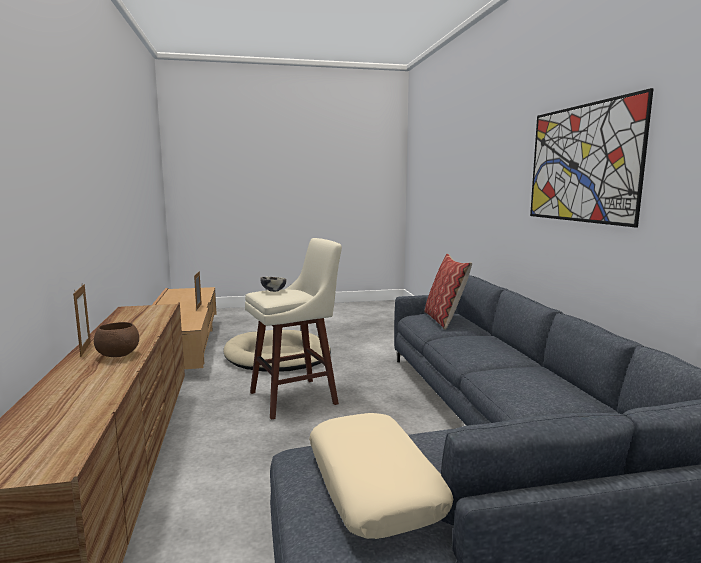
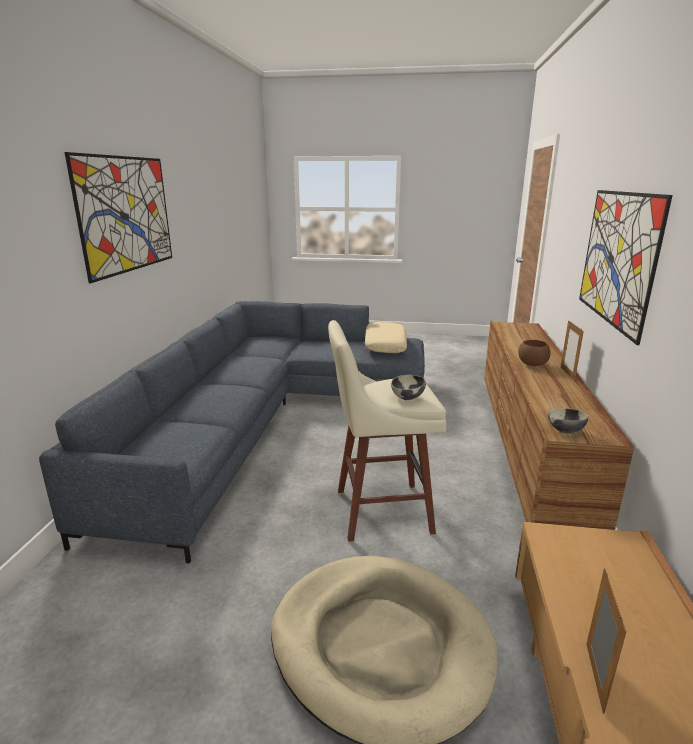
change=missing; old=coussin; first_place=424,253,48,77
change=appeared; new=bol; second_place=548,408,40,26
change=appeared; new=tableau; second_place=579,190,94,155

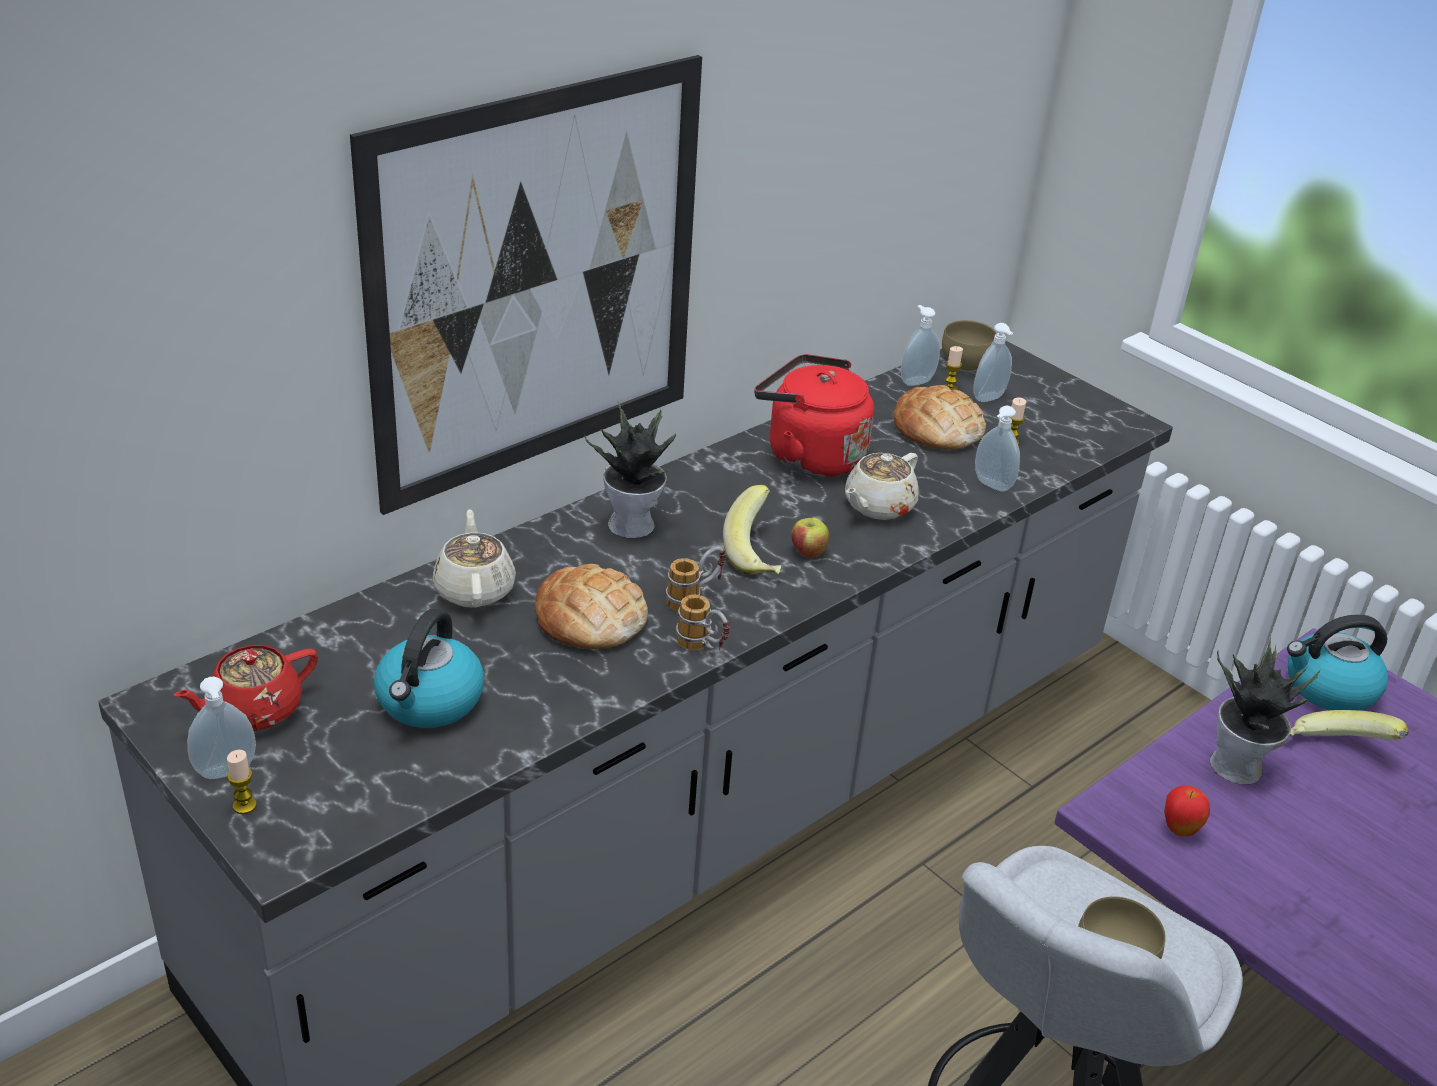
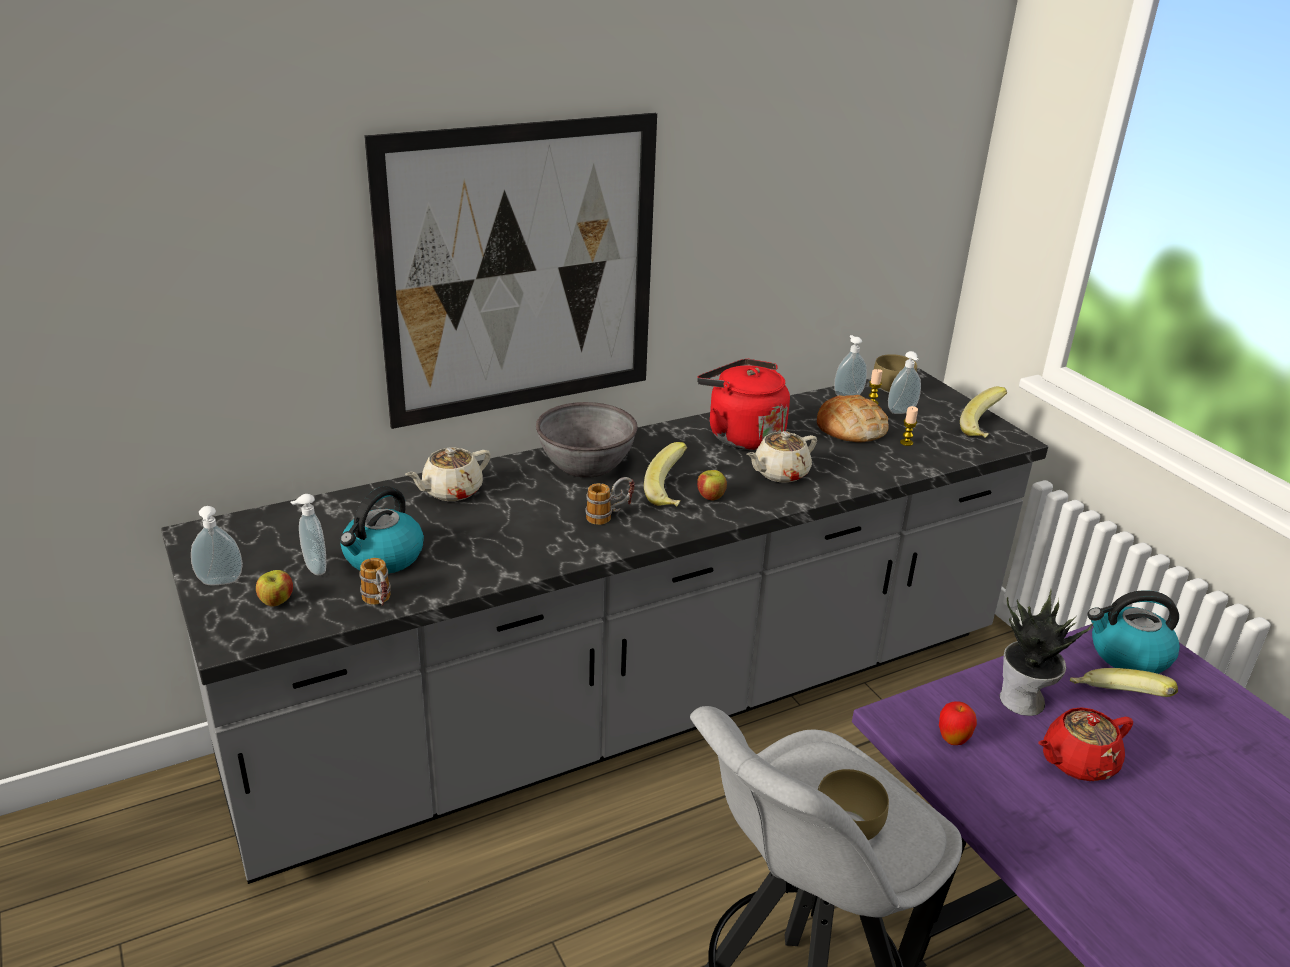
change=relocated; old=théière [rouge]; first_place=173,645,145,85; second_place=1038,707,95,74
change=missing; old=bougie; first_place=227,750,30,64
change=spun; old=théière [beige]; first_place=433,509,83,99; second_place=405,447,86,54; degrees=-135
change=missing; old=pain; first_place=535,564,113,85
change=exchanged; old=plante en pot; new=bol [gris]; first_place=584,401,92,137; second_place=536,402,101,76
change=relocated; old=mug; first_place=676,595,54,55; second_place=359,558,32,48
change=relocated; old=distributeur de savon; first_place=975,406,45,86; second_place=291,494,35,81
change=appeared; new=pomme; second_place=256,570,37,37
change=appeared; new=banane; second_place=960,387,47,51

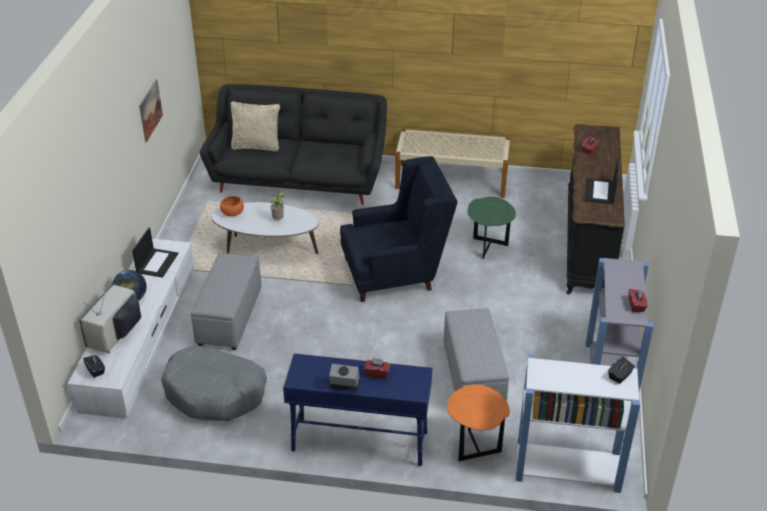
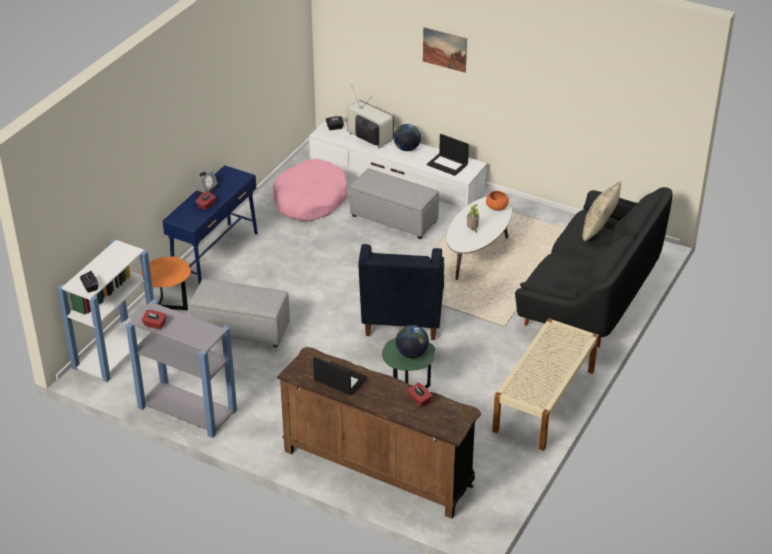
change=relocated; old=tableau; first_place=139,79,24,63; second_place=423,27,44,46
change=colour; old=panier pour chien [gris]; new=panier pour chien [rose]; first_place=161,346,106,75; second_place=273,159,75,62
change=appeared; new=globe; second_place=395,325,34,33

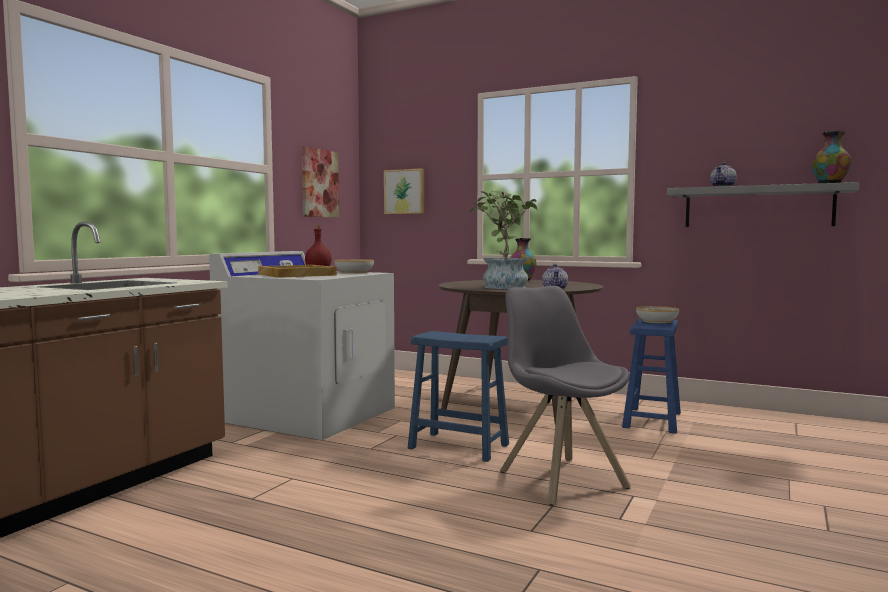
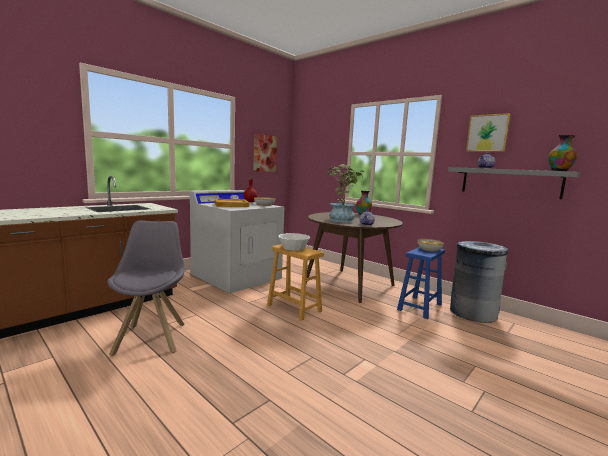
change=relocated; old=tableau; first_place=384,168,40,46; second_place=466,113,45,39
change=colour; old=tabouret [bleu]; new=tabouret [marron]; first_place=408,331,101,131; second_place=267,244,57,77
change=relocated; old=chaise [gris]; first_place=500,286,131,219; second_place=107,221,78,135
change=appeared; new=bol [blanc]; second_place=278,233,32,18
change=appeared; new=poubelle [gris]; second_place=450,241,58,82

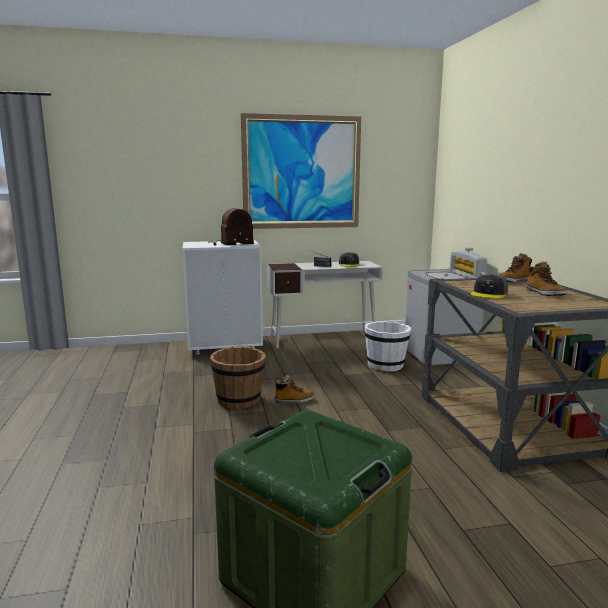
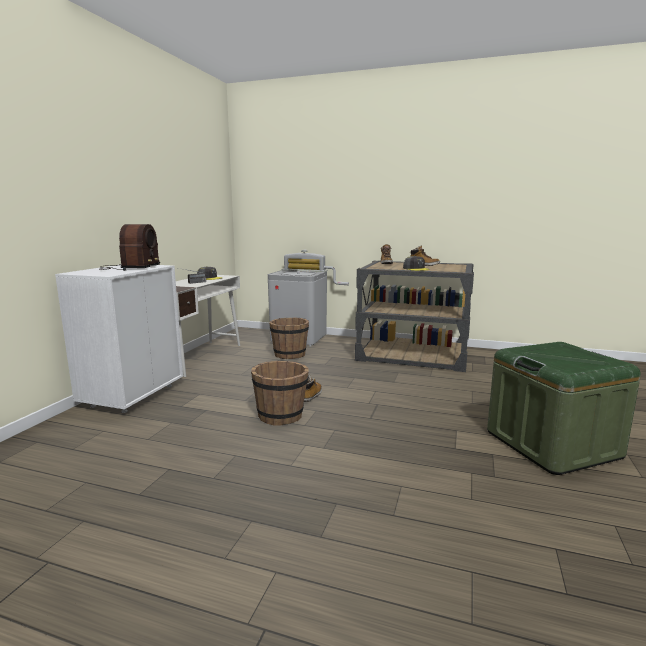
change=missing; old=tableau; first_place=241,113,120,116
change=colour; old=seau [blanc]; new=seau [marron]; first_place=365,321,46,50; second_place=269,317,40,42

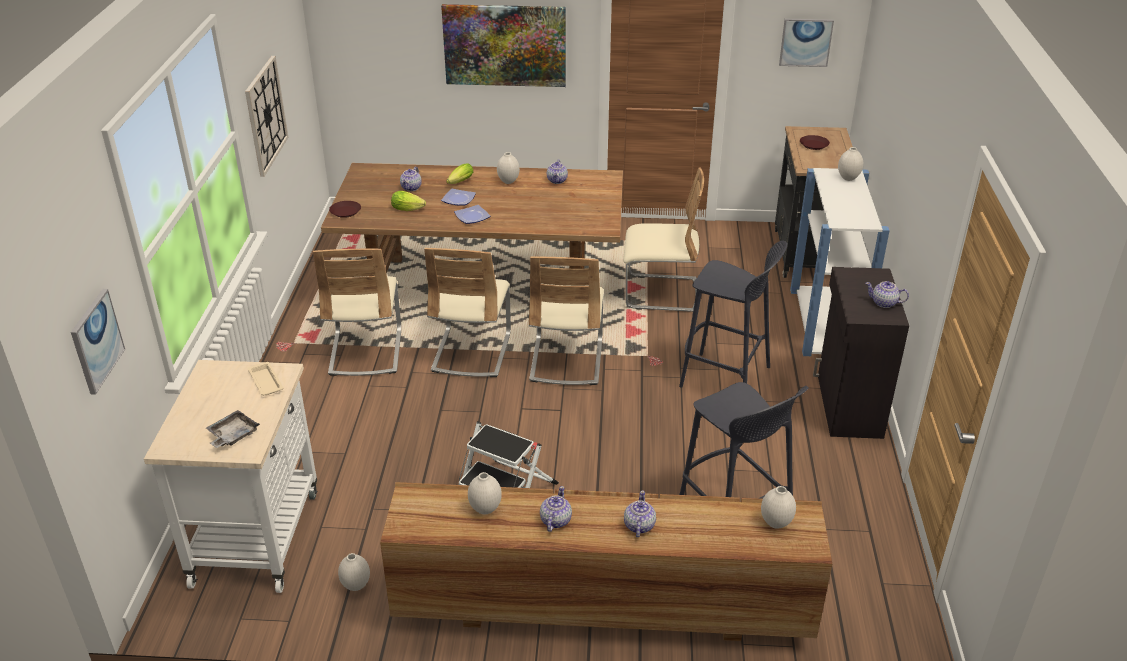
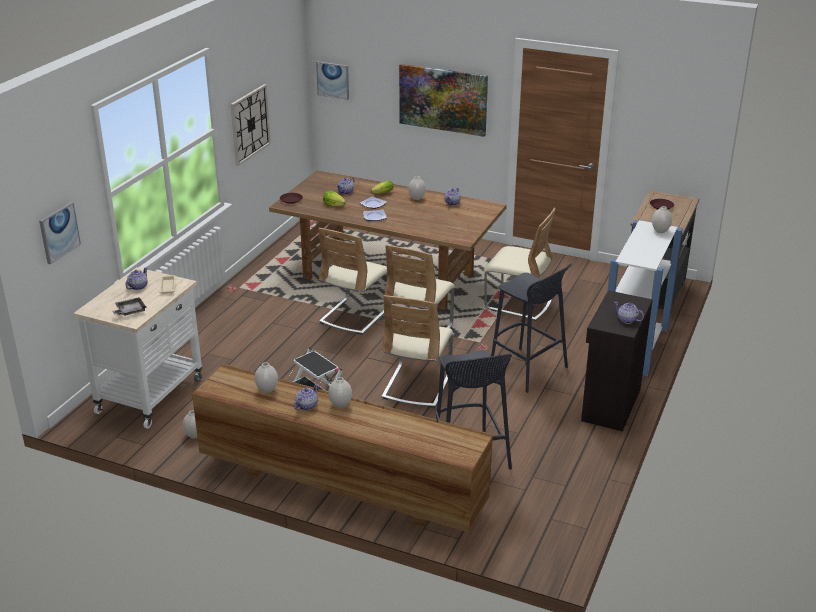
change=relocated; old=chaise [beige]; first_place=313,249,88,127; second_place=381,295,72,112
change=relocated; old=théière; first_place=624,491,32,46; second_place=126,267,22,23
change=relocated; old=vase [blanc]; first_place=761,486,35,43; second_place=328,377,24,31
change=relocated; old=tableau; first_place=779,19,55,48; second_place=316,61,33,39

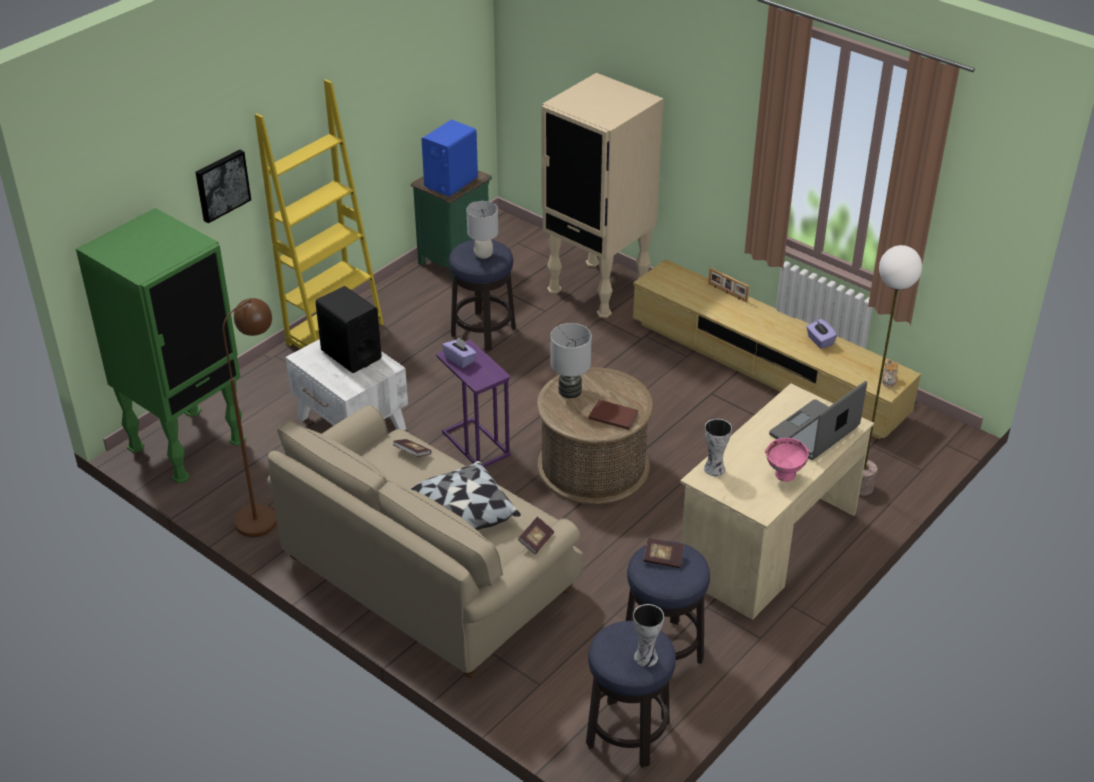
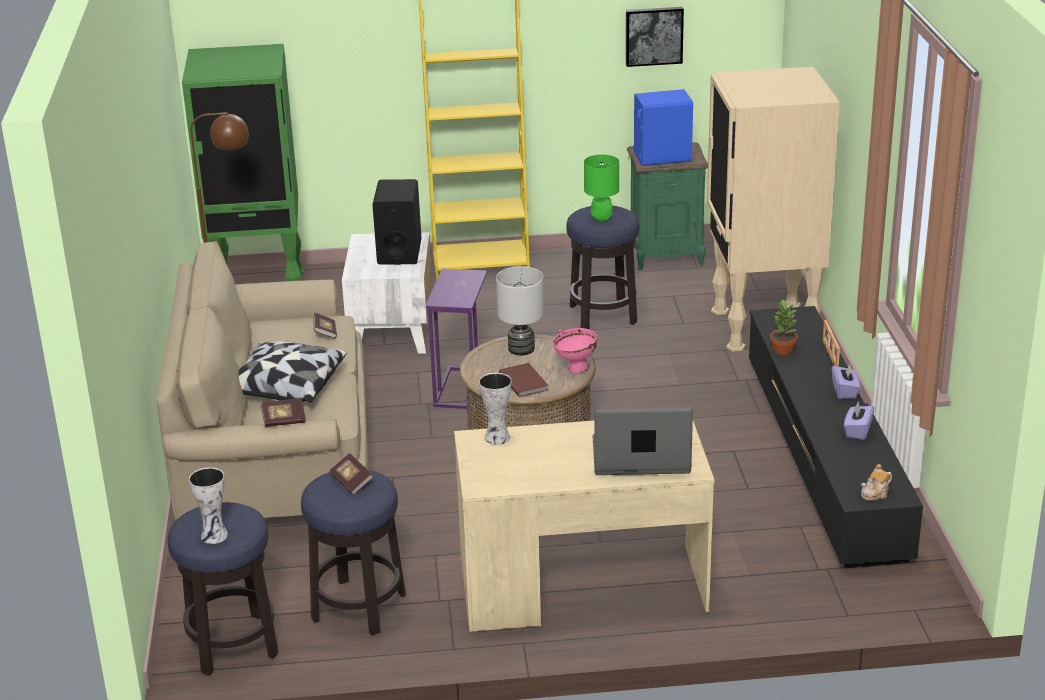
change=relocated; old=tableau; first_place=196,149,55,74; second_place=626,7,58,60
change=relocated; old=boîte à mouchoirs [violet]; first_place=442,337,35,31; second_place=832,364,29,35
change=colour; old=lampe de table [gris]; new=lampe de table [vert]; first_place=466,201,32,58; second_place=584,155,35,66
change=colour; old=meuble télé [beige]; new=meuble télé [noir]; first_place=633,259,288,180; second_place=749,306,174,262
change=relocated; old=bol [rose]; first_place=765,438,45,44; second_place=553,328,44,46
change=missing; old=lampadaire; first_place=859,245,63,251
change=appeared; new=plante en pot; second_place=770,299,28,56

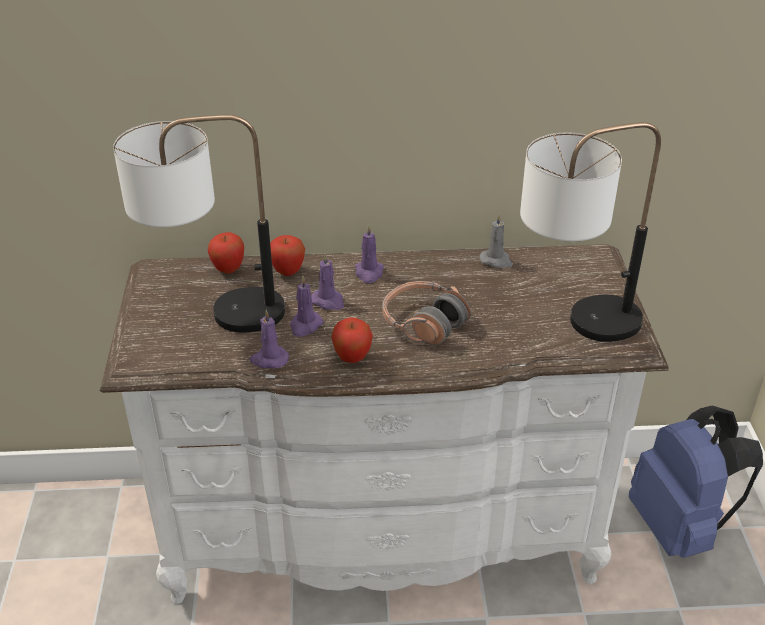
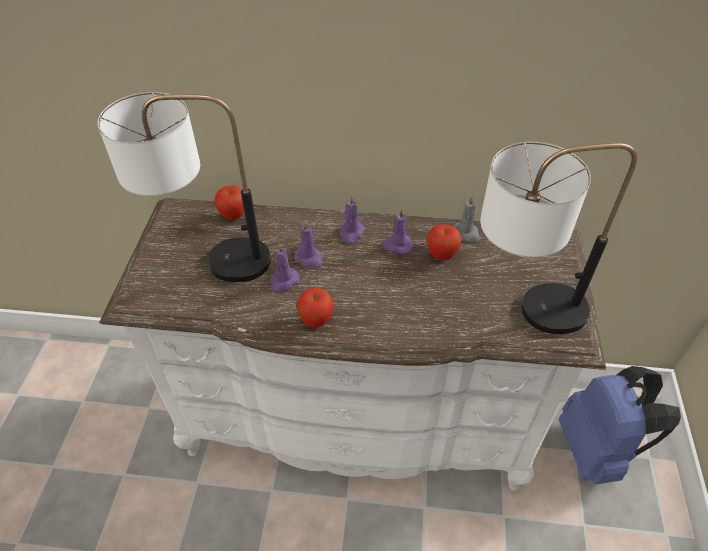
change=relocated; old=bougie [violet]; first_place=250,310,39,58; second_place=382,208,31,46
change=relocated; old=pomme; first_place=270,235,35,41; second_place=427,225,35,36
change=missing; old=casque audio; first_place=382,281,89,64

